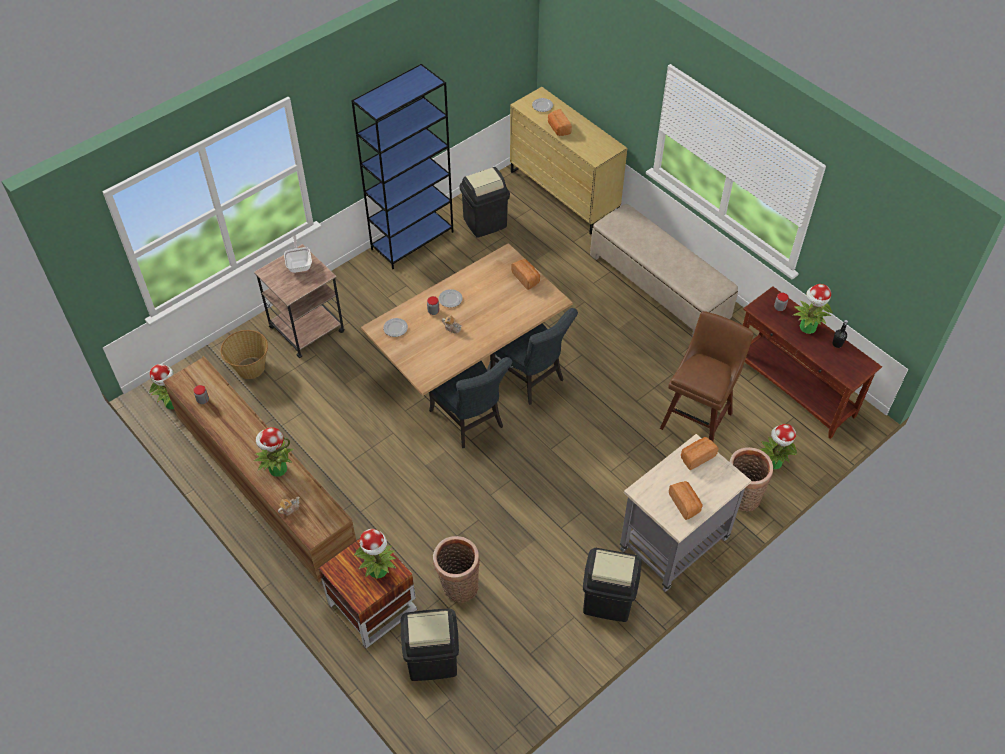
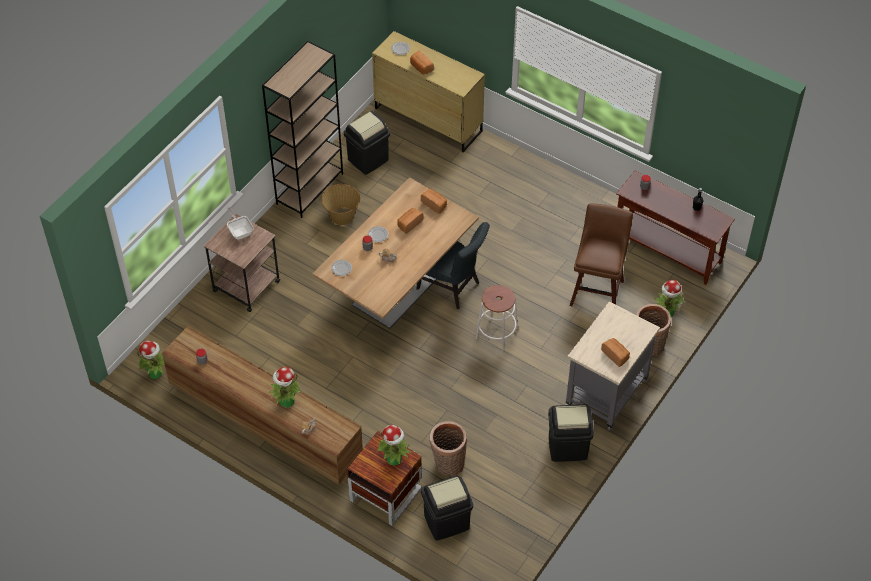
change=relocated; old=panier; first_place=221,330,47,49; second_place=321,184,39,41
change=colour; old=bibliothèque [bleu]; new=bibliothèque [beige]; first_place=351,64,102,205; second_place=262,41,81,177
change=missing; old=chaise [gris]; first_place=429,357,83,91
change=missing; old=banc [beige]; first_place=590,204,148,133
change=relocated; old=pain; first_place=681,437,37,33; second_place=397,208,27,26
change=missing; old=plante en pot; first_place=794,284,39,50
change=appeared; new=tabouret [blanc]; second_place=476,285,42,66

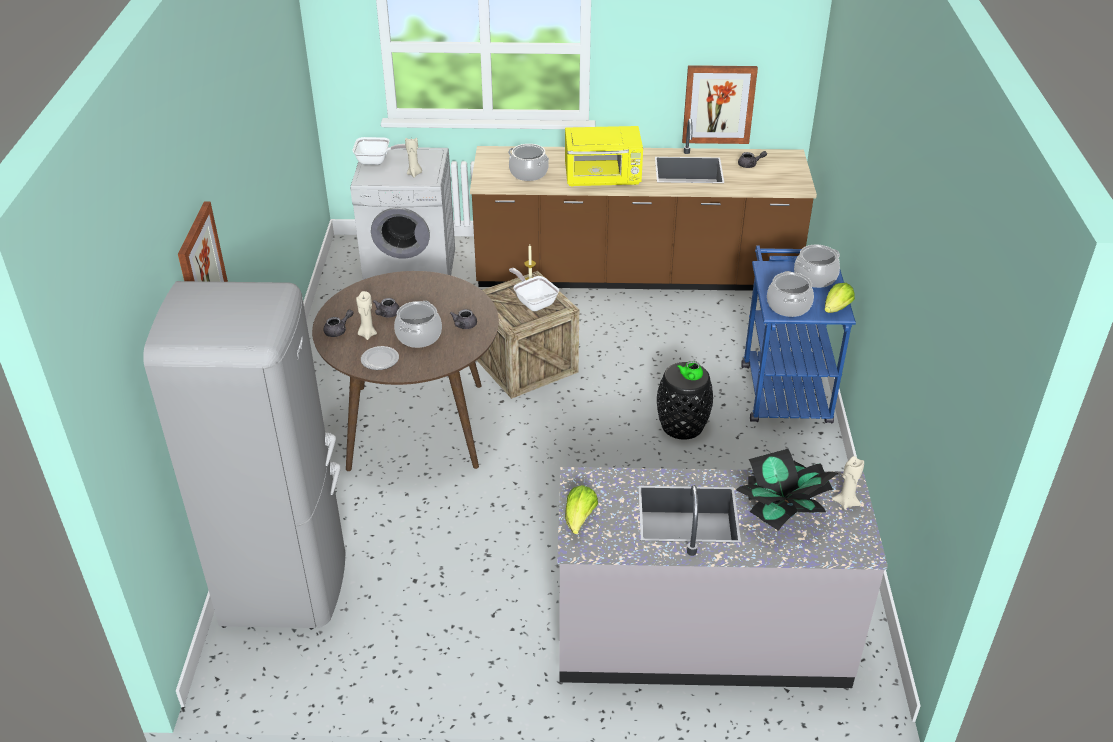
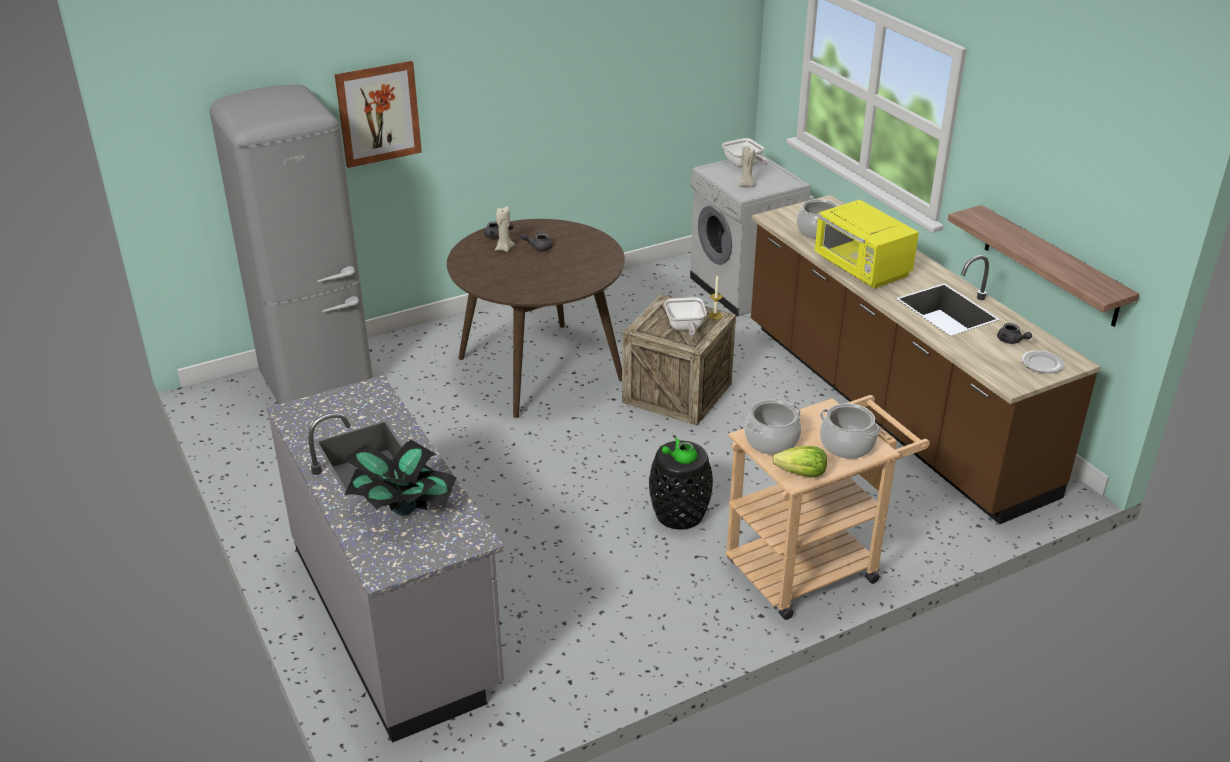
change=relocated; old=assiette; first_place=361,346,38,24; second_place=1022,350,42,23
change=missing; old=marmite; first_place=394,301,48,47
change=missing; old=théière [gris]; first_place=450,309,27,20
change=spun; old=poêle; first_place=509,268,50,43; second_place=664,297,43,39; degrees=150
change=missing; old=laitue; first_place=565,485,33,49
change=exchanged; old=tableau; new=étagère; first_place=682,65,76,79; second_place=948,205,191,122
change=colour; old=chariot [bleu]; new=chariot [beige]; first_place=741,245,115,178; second_place=725,395,205,225
change=missing; old=bougie [beige]; first_place=832,456,32,53

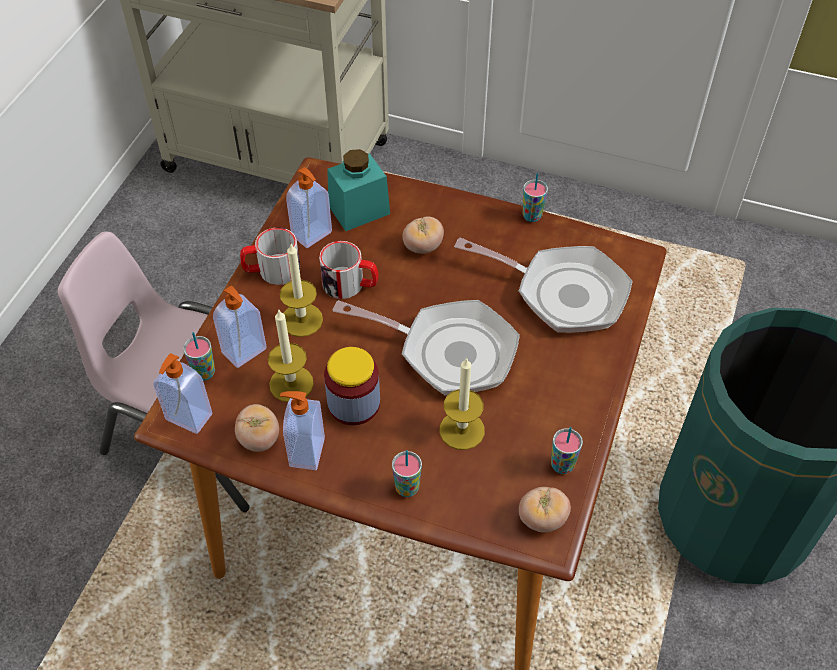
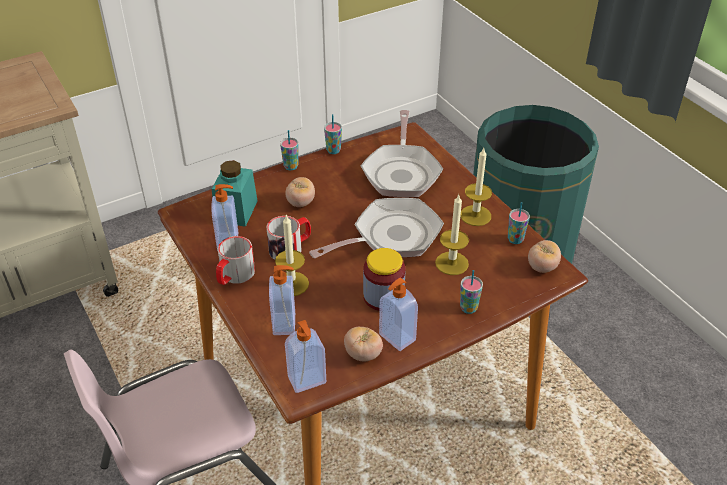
change=relocated; old=tasse; first_place=183,332,32,49; second_place=280,130,19,40
change=relocated; old=bougie; first_place=268,310,46,92; second_place=460,148,32,78
change=spun; old=poêle; first_place=454,237,179,96; second_place=361,110,82,87; degrees=120

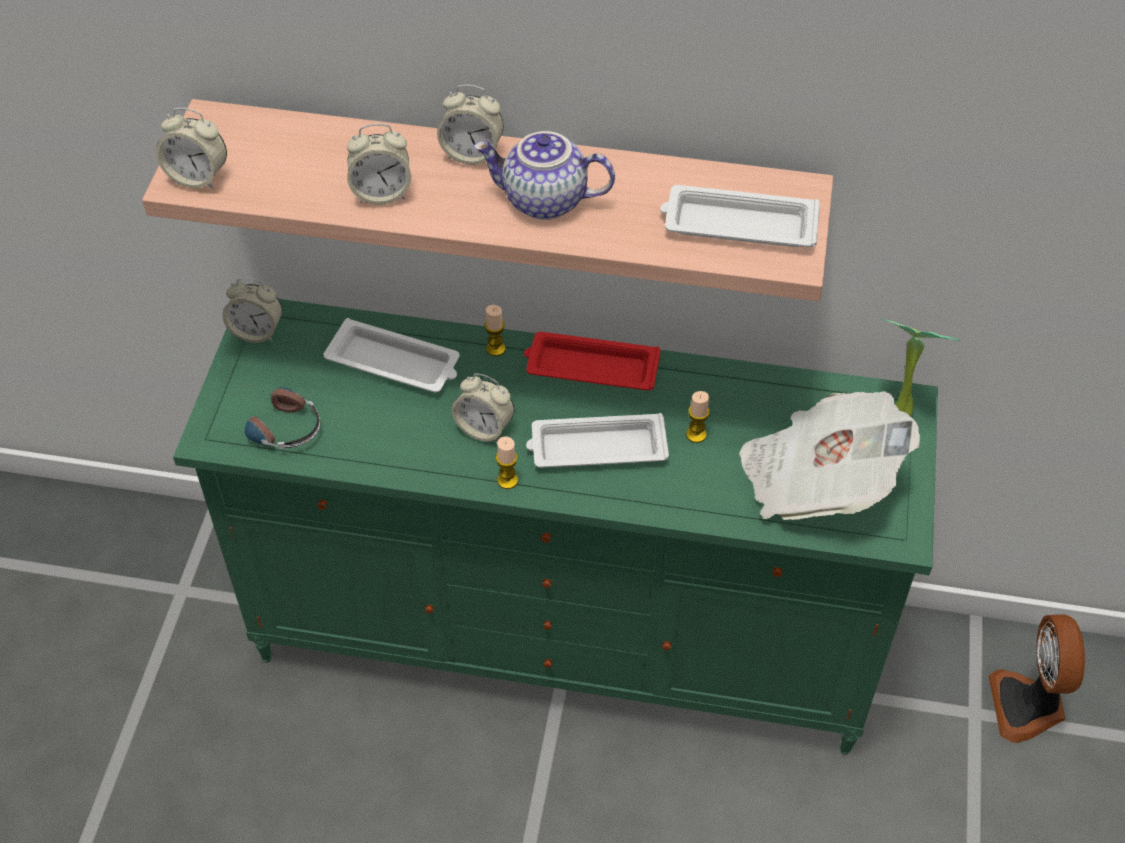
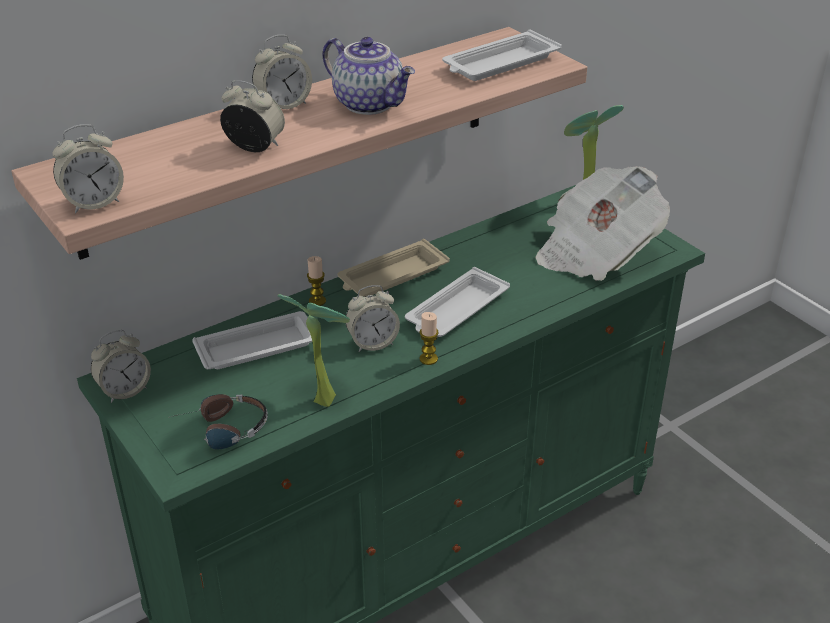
change=spun; old=réveil; first_place=347,124,64,81; second_place=220,80,65,72; degrees=-105
change=spun; old=théière; first_place=474,131,141,89; second_place=323,37,92,78; degrees=-105
change=colour; old=plateau [rouge]; new=plateau [beige]; first_place=524,332,136,58; second_place=338,239,112,58
change=missing; old=bougie; first_place=686,391,24,52
change=missing; old=ventilateur; first_place=988,615,97,128
change=appeared; new=plante en pot; second_place=278,294,72,113

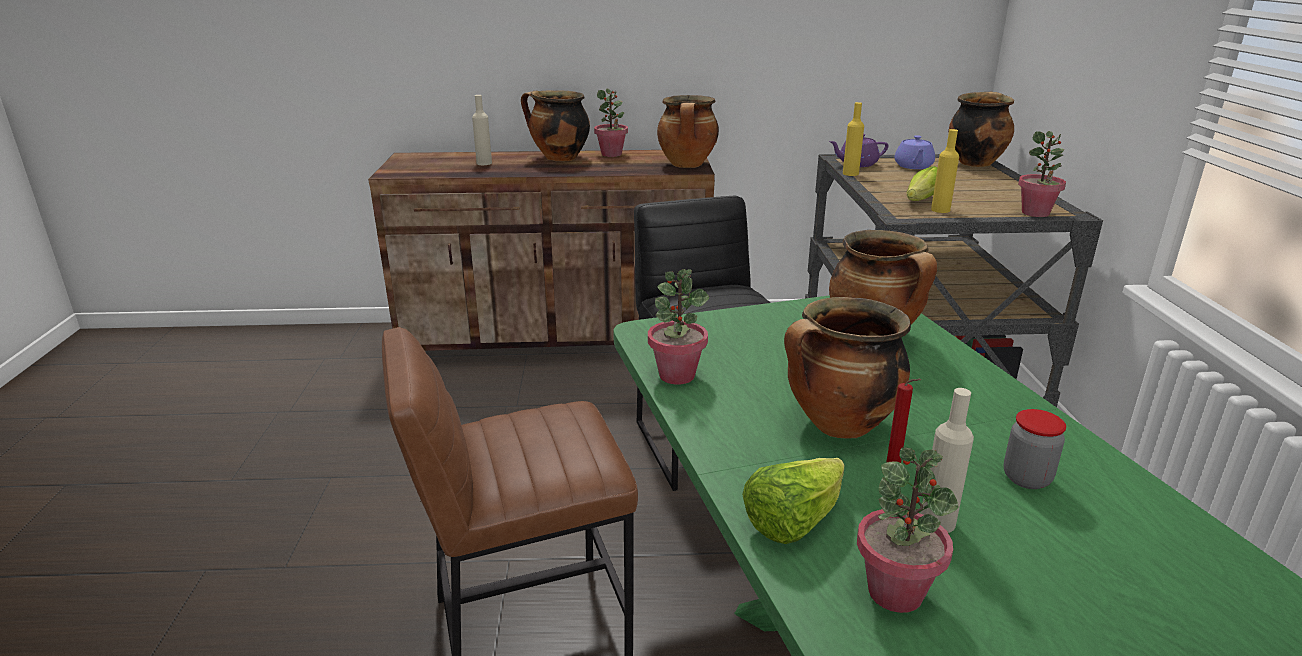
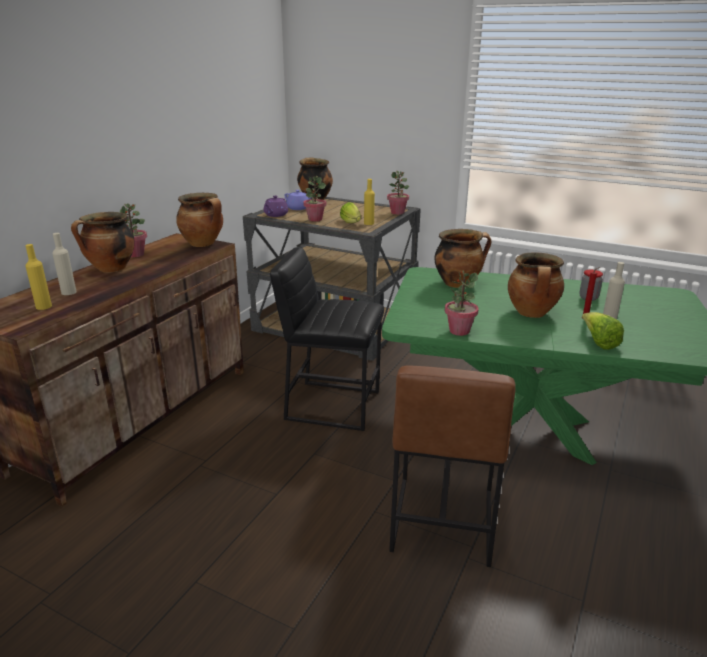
change=relocated; old=bouteille [jaune]; first_place=843,102,21,74; second_place=25,244,27,66
change=relocated; old=plante en pot; first_place=857,447,102,166; second_place=303,176,23,46

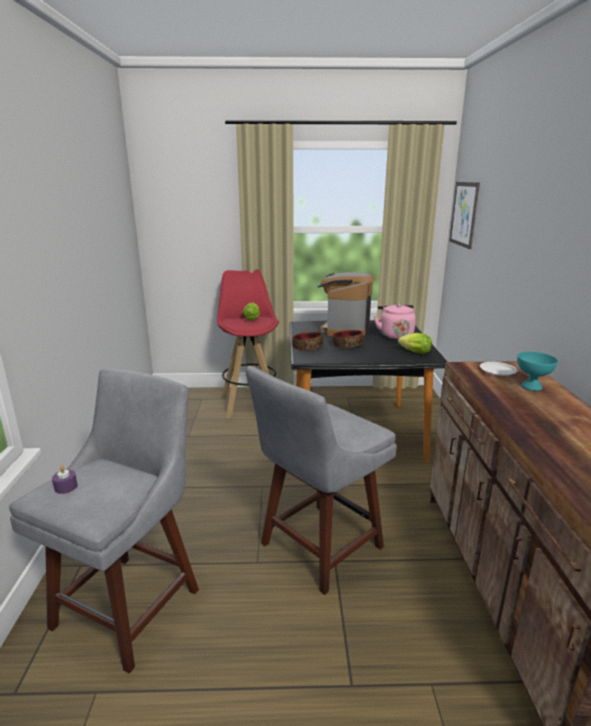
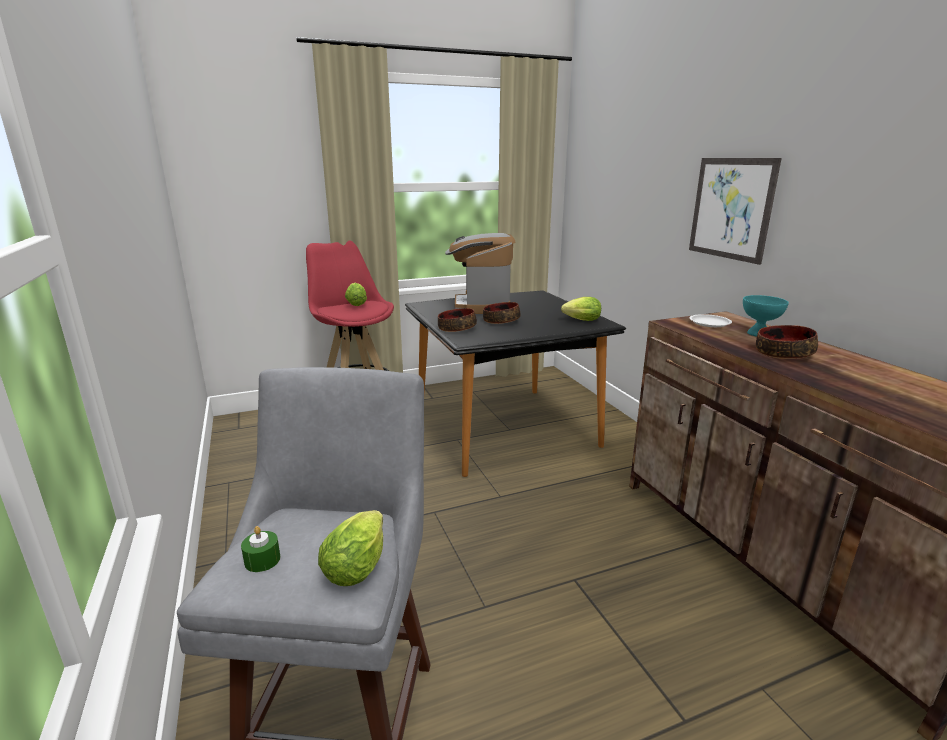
change=colour; old=bougie [violet]; new=bougie [vert]; first_place=52,466,25,28; second_place=241,526,39,46
change=missing; old=tabouret [gris]; first_place=246,366,150,229
change=missing; old=bouilloire [rose]; first_place=374,304,42,36
change=relocated; old=tableau; first_place=449,182,31,67; second_place=689,158,93,107
change=appeared; new=laitue; second_place=318,510,65,76
change=appeared; new=bol; second_place=756,325,62,34

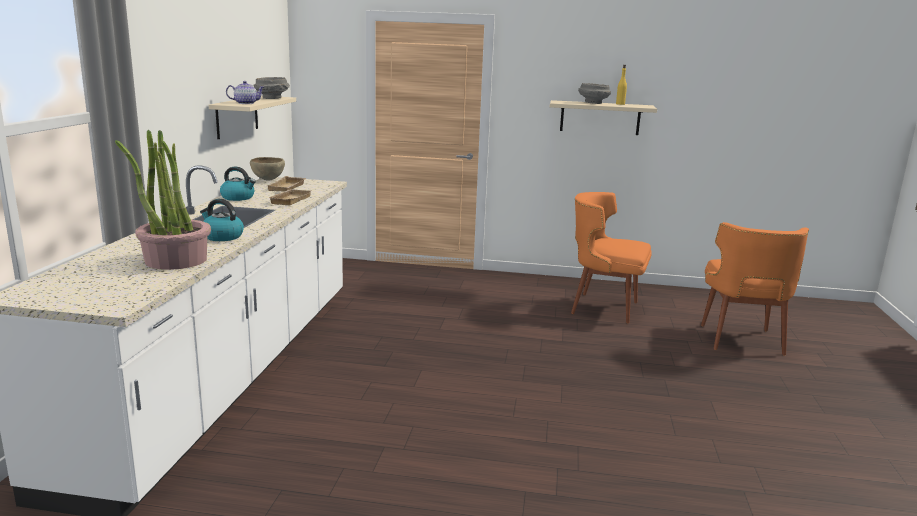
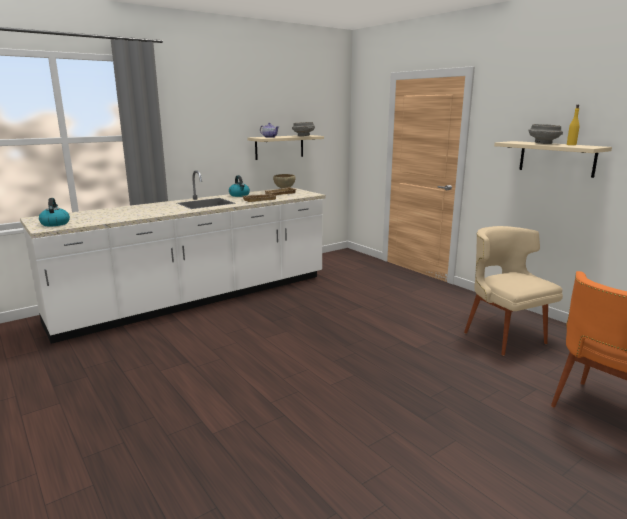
change=missing; old=plante en pot; first_place=115,130,96,140
change=relocated; old=bouilloire; first_place=200,199,44,42; second_place=39,198,31,28
change=colour; old=chaise [orange]; new=chaise [beige]; first_place=571,192,81,131; second_place=464,226,99,130

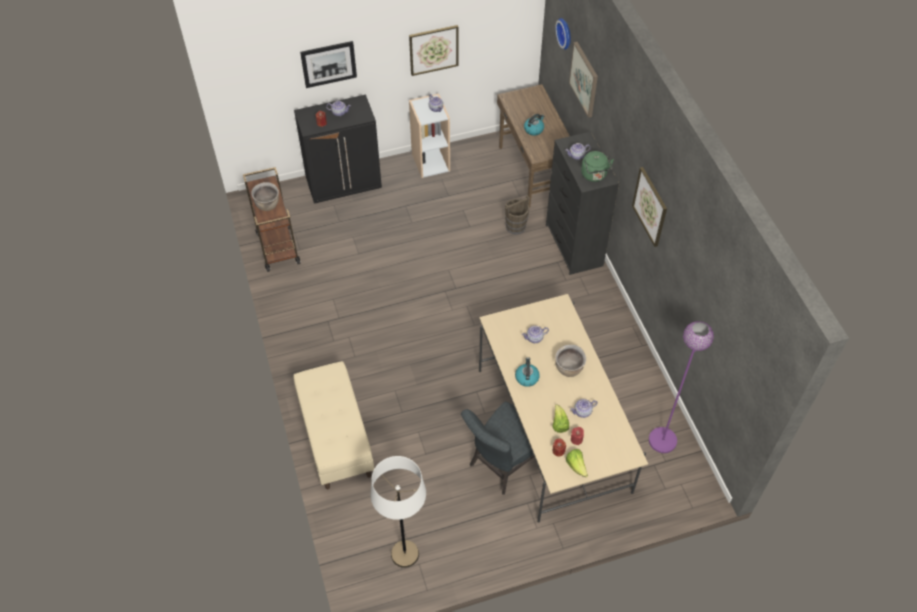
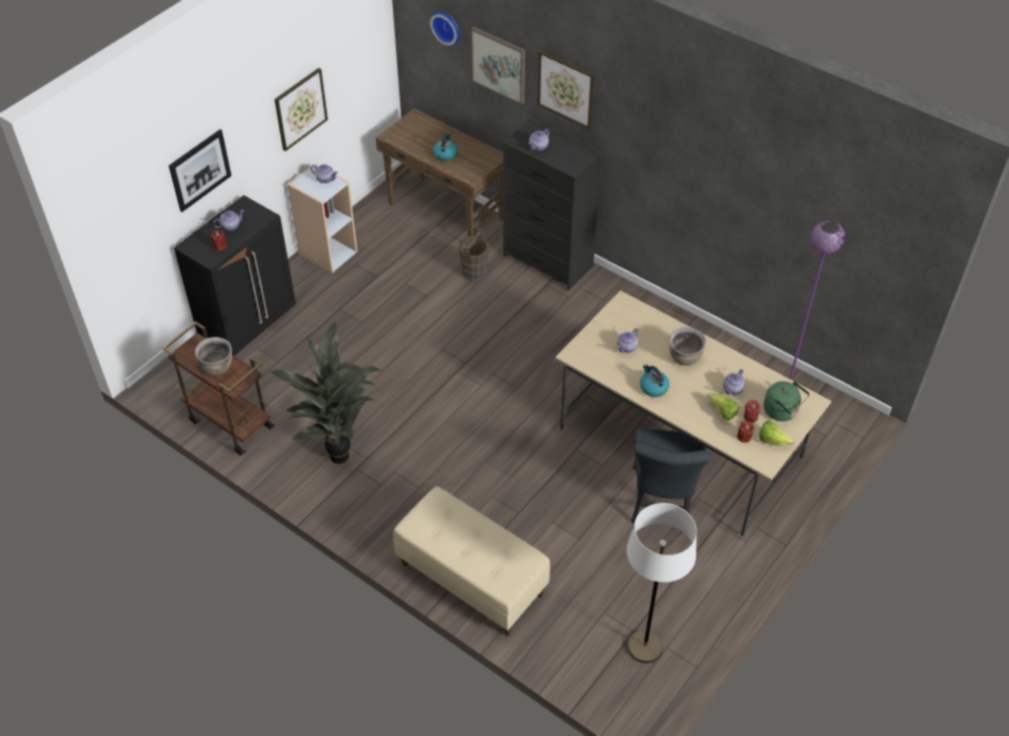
change=relocated; old=bouilloire [vert]; first_place=581,151,33,31; second_place=764,381,45,40
change=relocated; old=tableau; first_place=632,167,35,80; second_place=537,50,58,79
change=appeared; new=plante en pot; second_place=269,322,112,142

